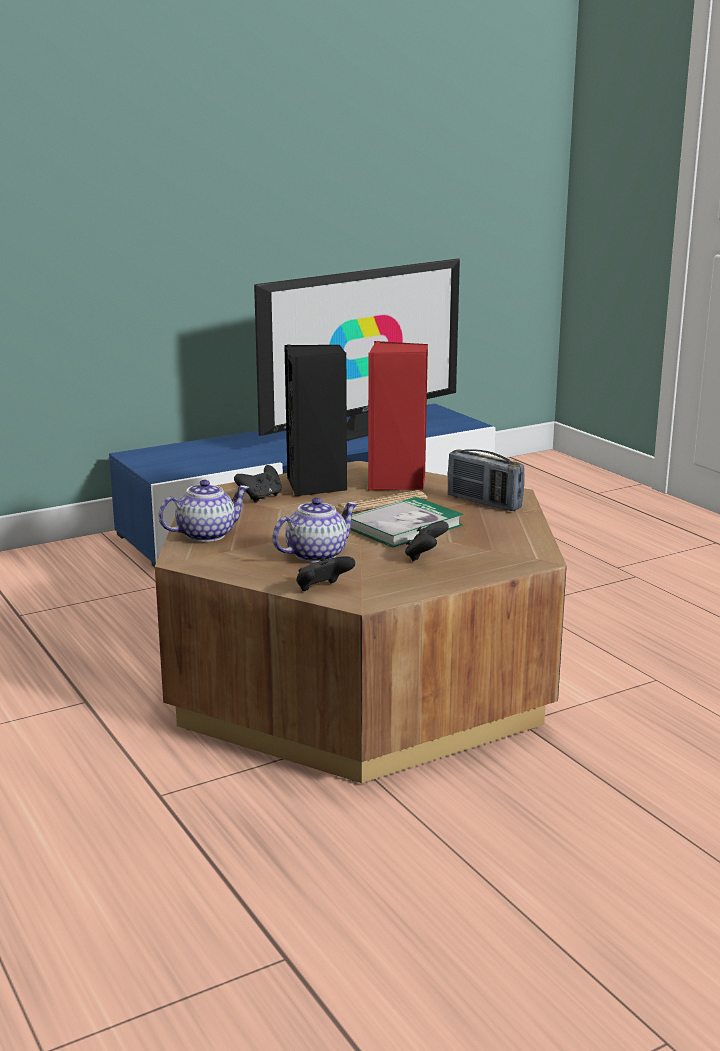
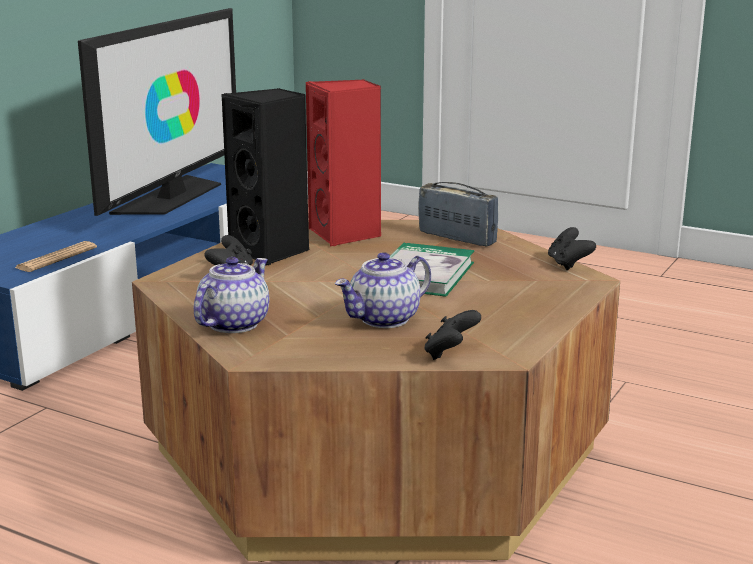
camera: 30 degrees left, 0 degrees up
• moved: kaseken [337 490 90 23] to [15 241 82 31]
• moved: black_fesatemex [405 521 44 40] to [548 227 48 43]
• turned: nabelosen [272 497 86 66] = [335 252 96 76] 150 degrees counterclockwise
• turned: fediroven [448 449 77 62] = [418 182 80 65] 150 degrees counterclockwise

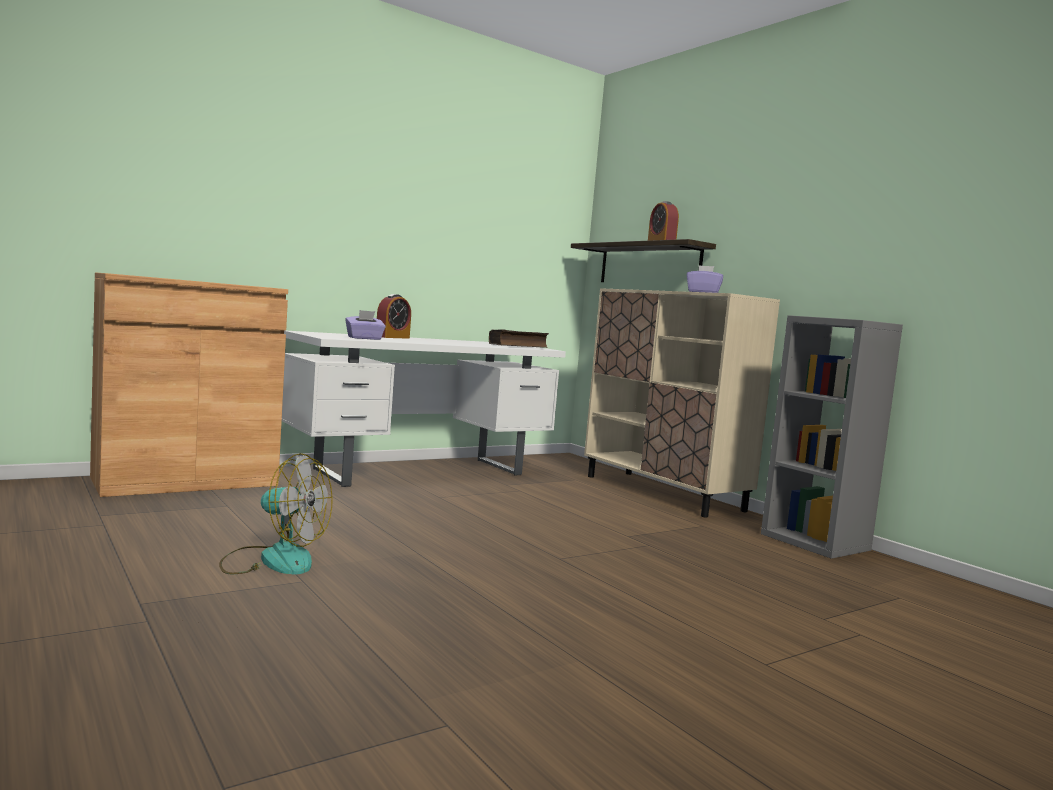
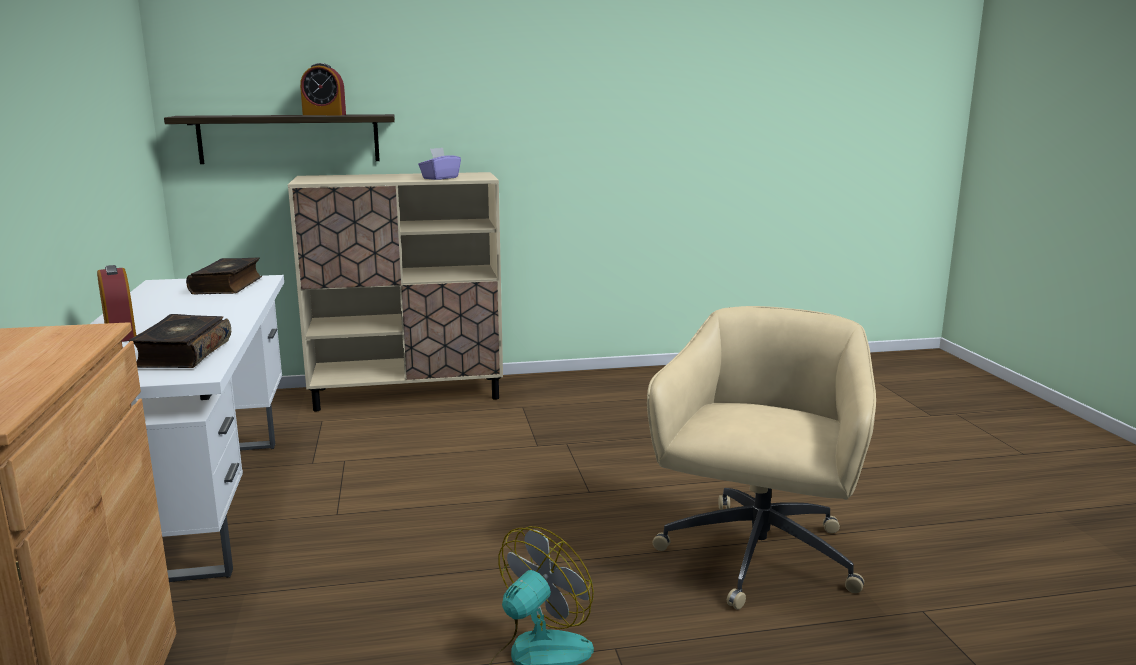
camera: 65 degrees left, 10 degrees up
• removed: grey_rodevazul [761 315 142 244]
• added: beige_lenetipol [647 306 229 304]
• replaced: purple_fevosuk [345 310 41 30] to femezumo [129 314 102 54]

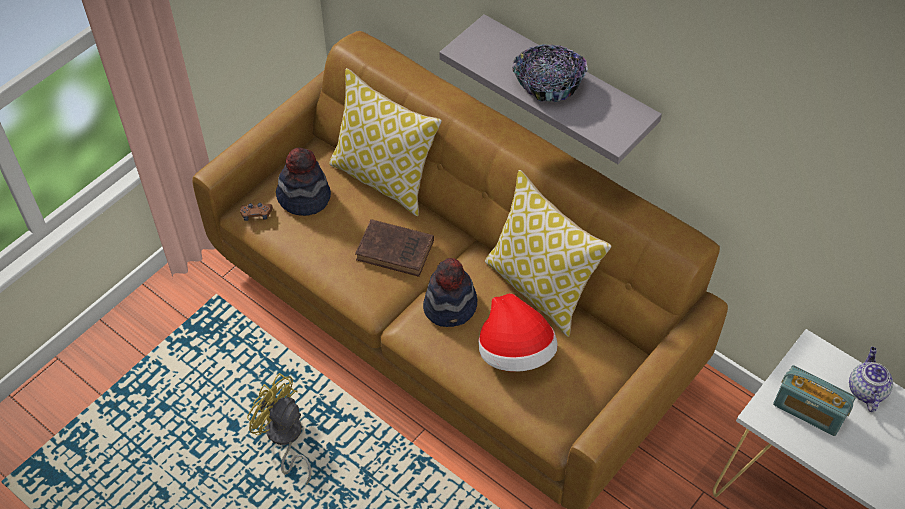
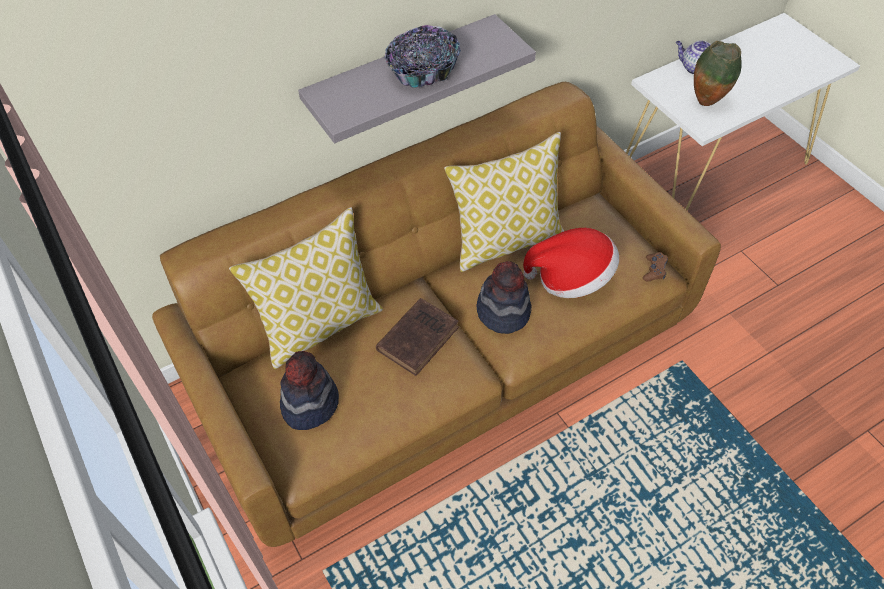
camera: 70 degrees left, 0 degrees up
• removed: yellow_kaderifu [247 373 64 112]
• moved: brown_fesatemex [240 203 33 18] to [643 252 25 30]
• replaced: fediroven [773 365 83 71] to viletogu [694 41 48 65]

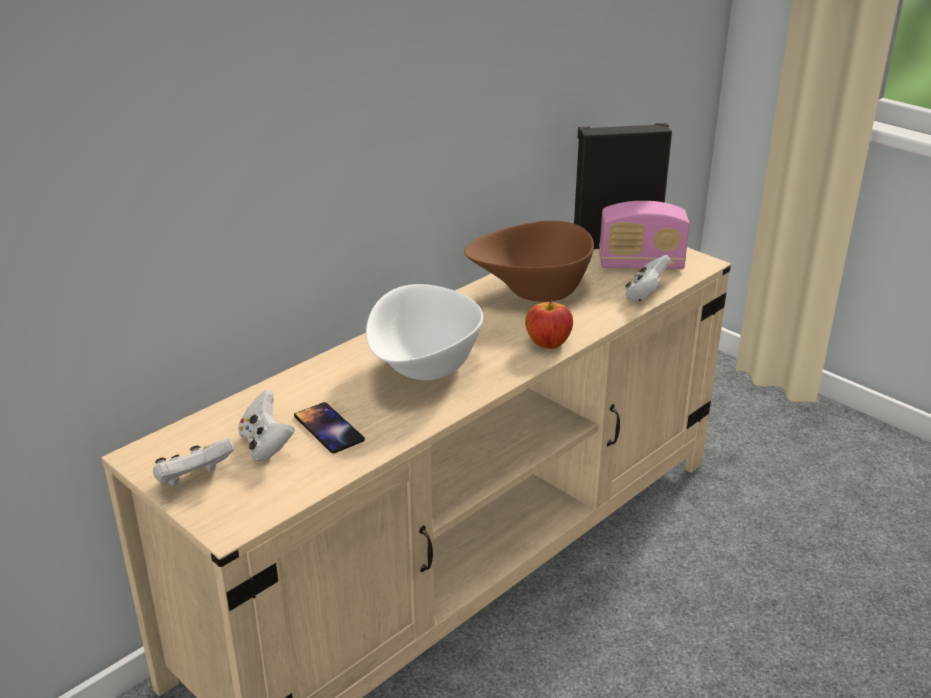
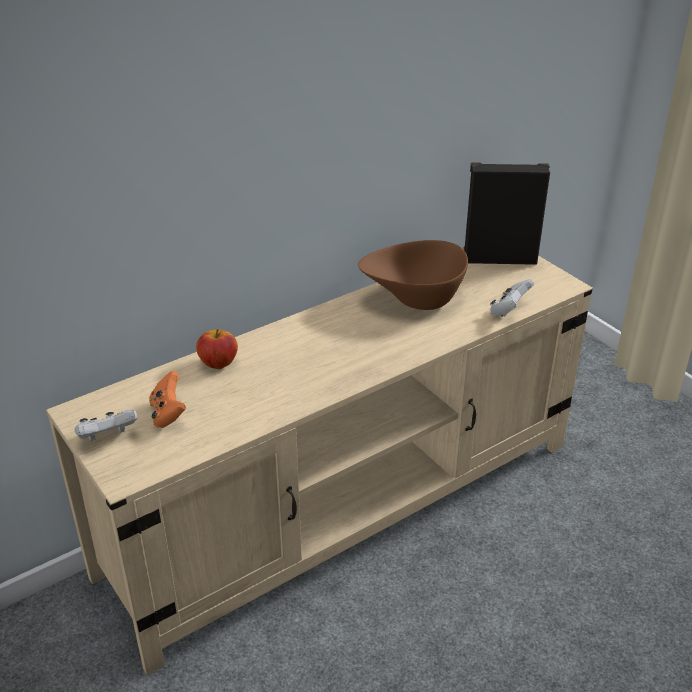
camera: 10 degrees right, 5 degrees up
• removed: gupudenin [294 402 71 51]
• removed: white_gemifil [366 284 117 96]
• removed: fediroven [599 201 91 68]
• moved: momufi [525 299 48 50] to [196 329 42 40]
• recoloured: white_fesatemex [238 390 57 72] to orange_fesatemex [149 371 37 57]

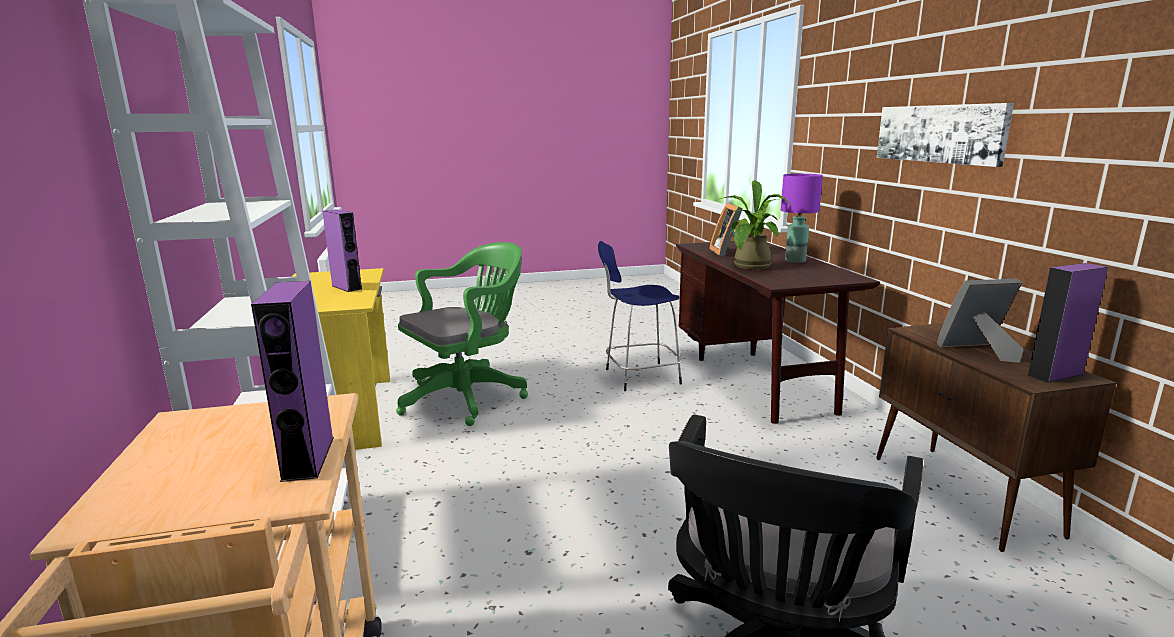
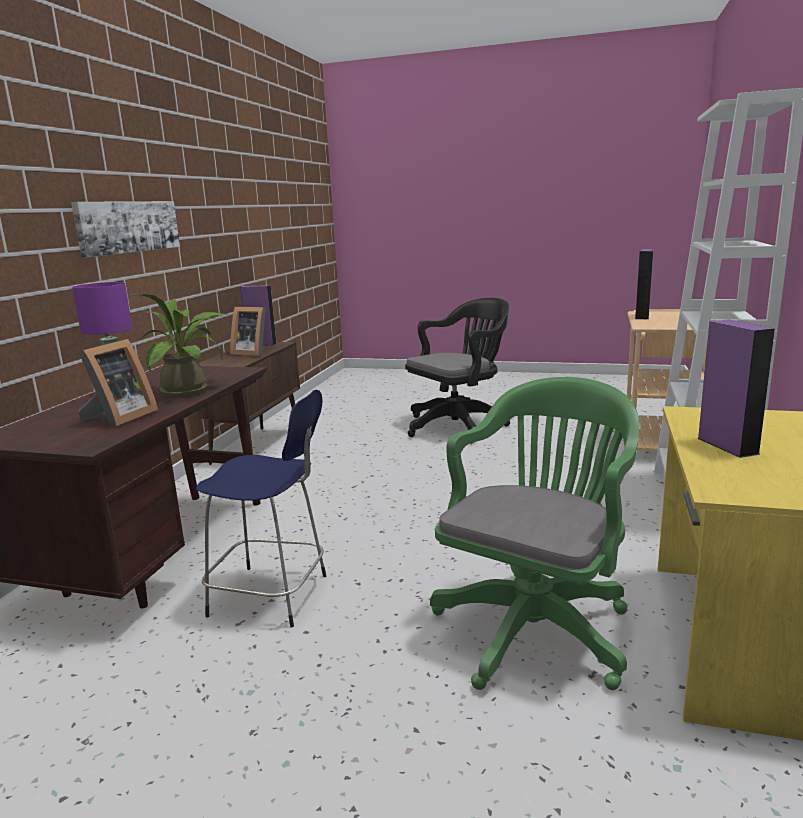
camera: 150 degrees left, 0 degrees up
• turned: green_lenetipol [396 242 132 184] = [430 377 209 313] 135 degrees clockwise

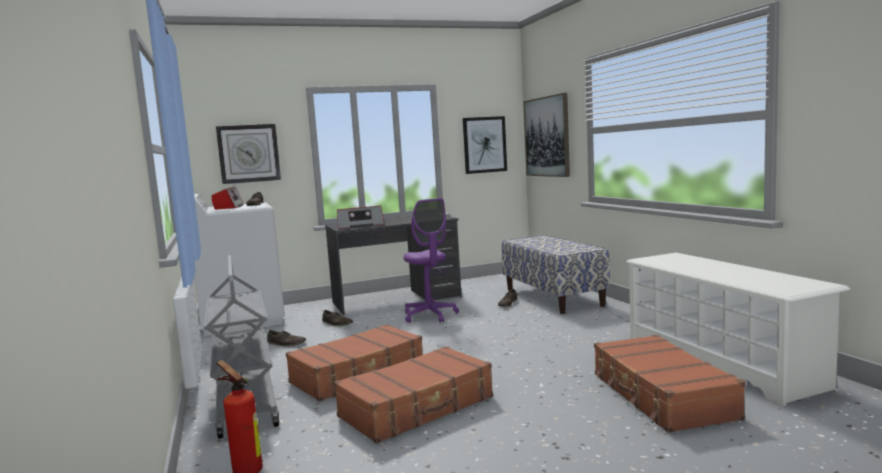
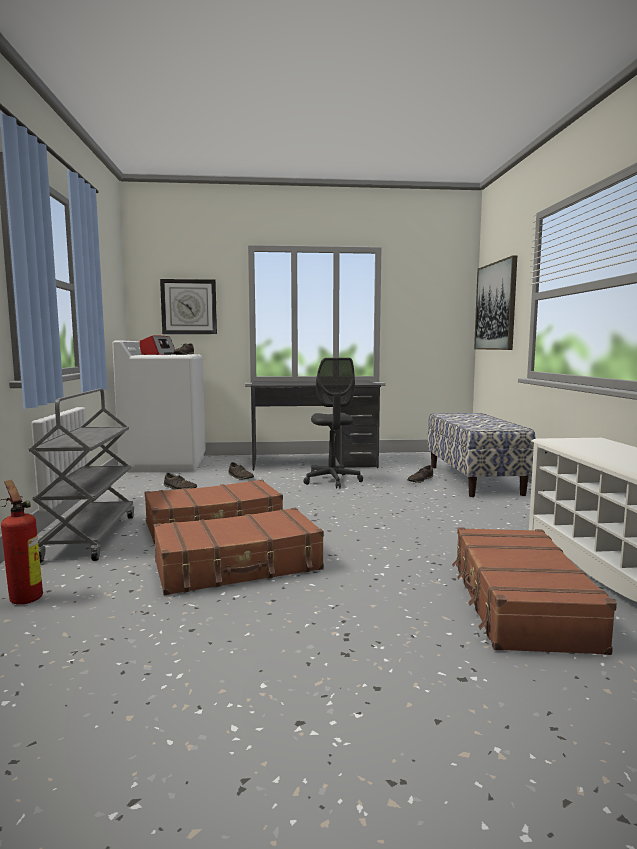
camera: 15 degrees right, 0 degrees up
• removed: fediroven [337 206 47 23]
• removed: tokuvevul [463 116 44 58]
• recoloured: purple_lenetipol [404 198 55 125] to grey_lenetipol [304 358 59 131]

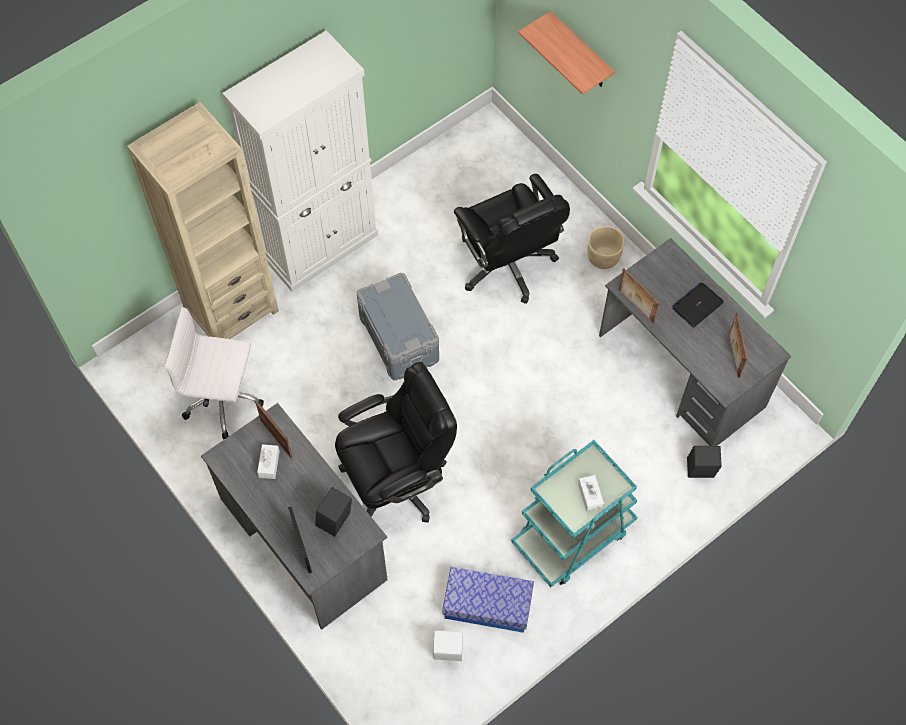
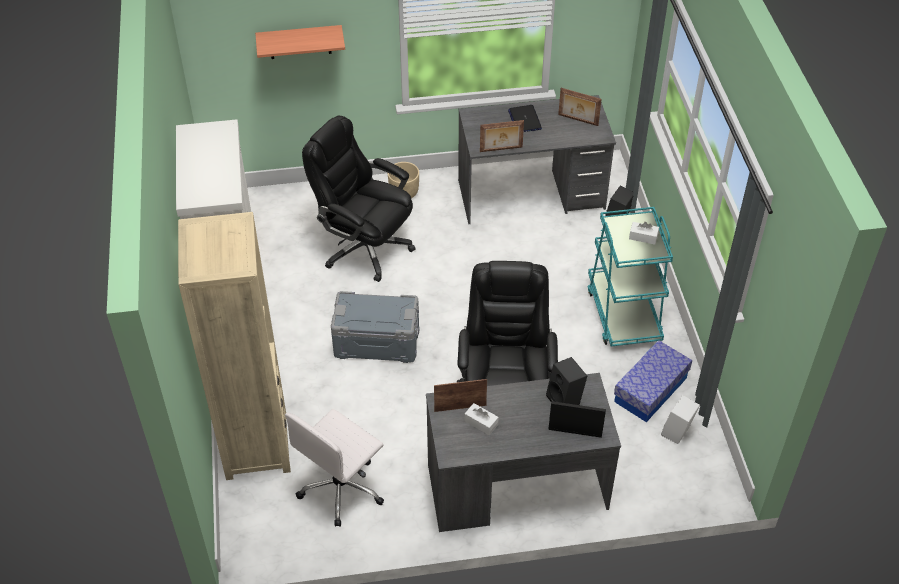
camera: 60 degrees left, 15 degrees down
• turned: black_lenetipol [454 174 116 130] = [302 115 114 167] 150 degrees counterclockwise

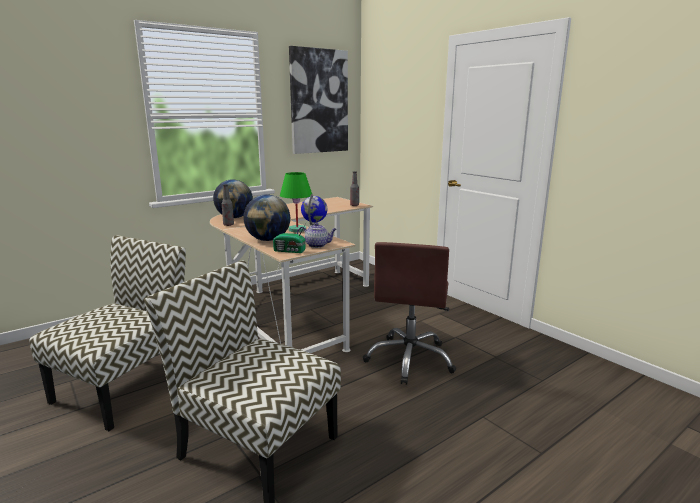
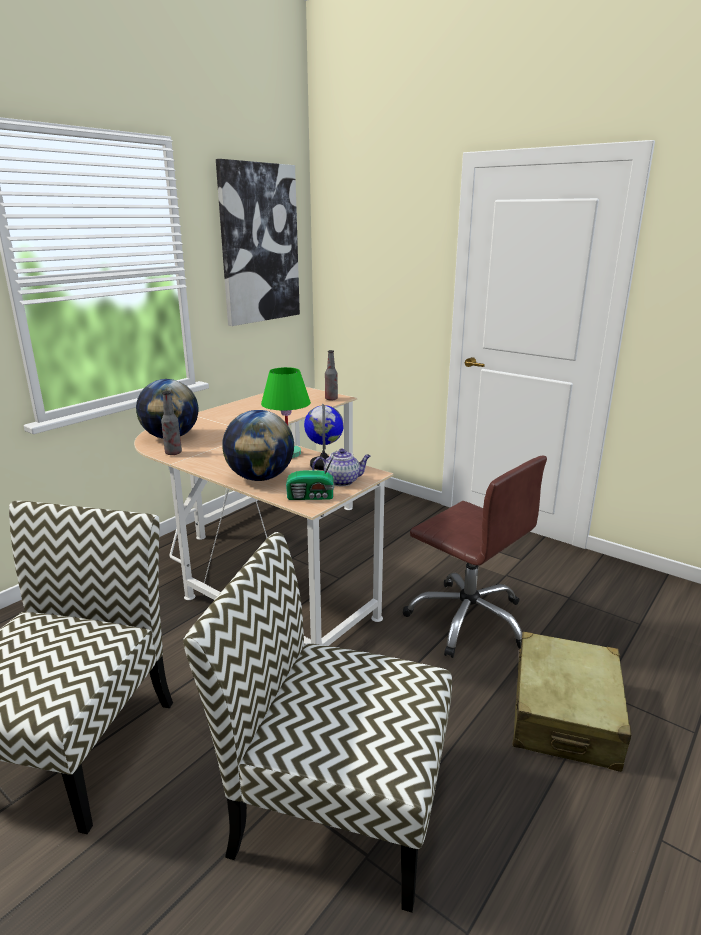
camera: 15 degrees left, 5 degrees up
• added: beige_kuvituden [512 632 120 140]
• turned: brown_lenetipol [363 242 93 143] = [403 455 144 203] 45 degrees counterclockwise

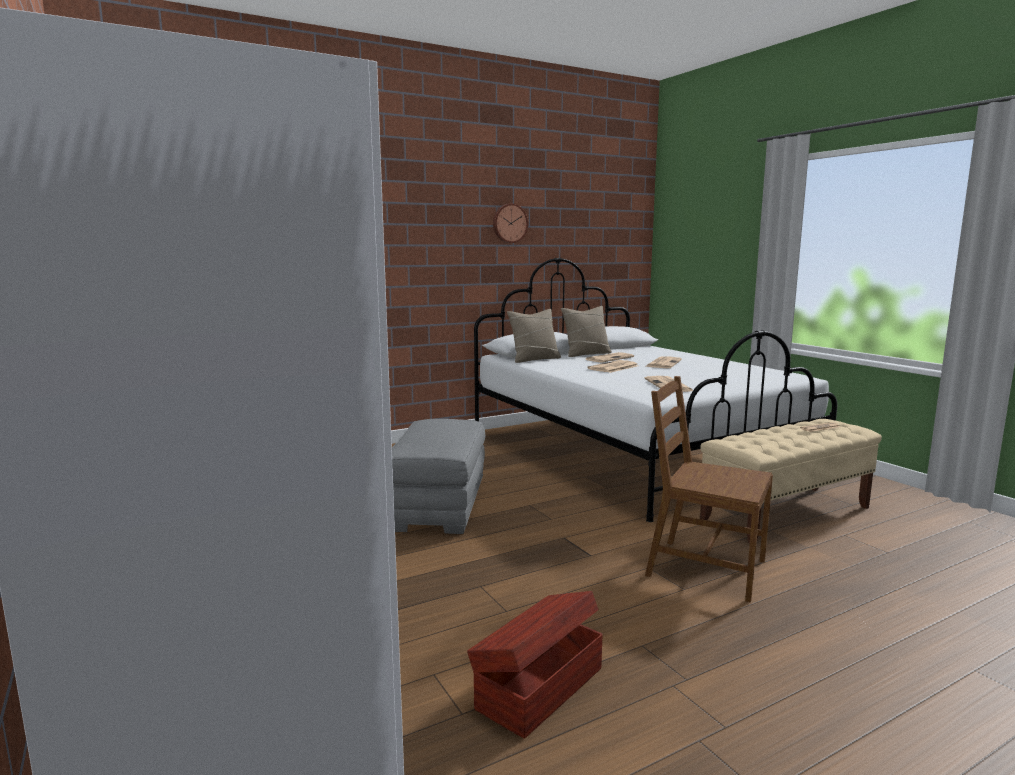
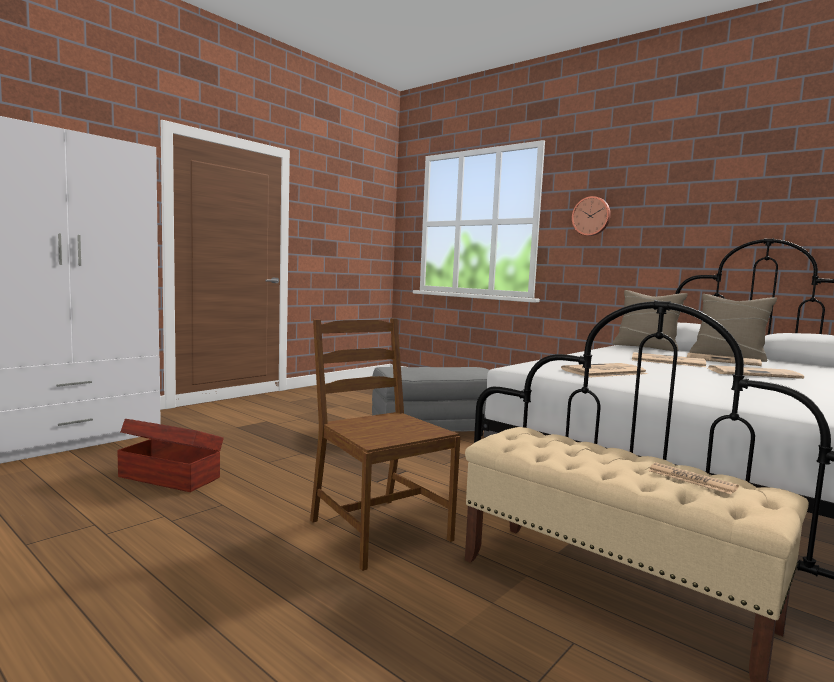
camera: 70 degrees right, 5 degrees down
• moved: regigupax [493 204 35 39] to [572 196 39 40]
• turned: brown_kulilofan [645 376 128 227] = [310 318 150 253] 45 degrees counterclockwise

